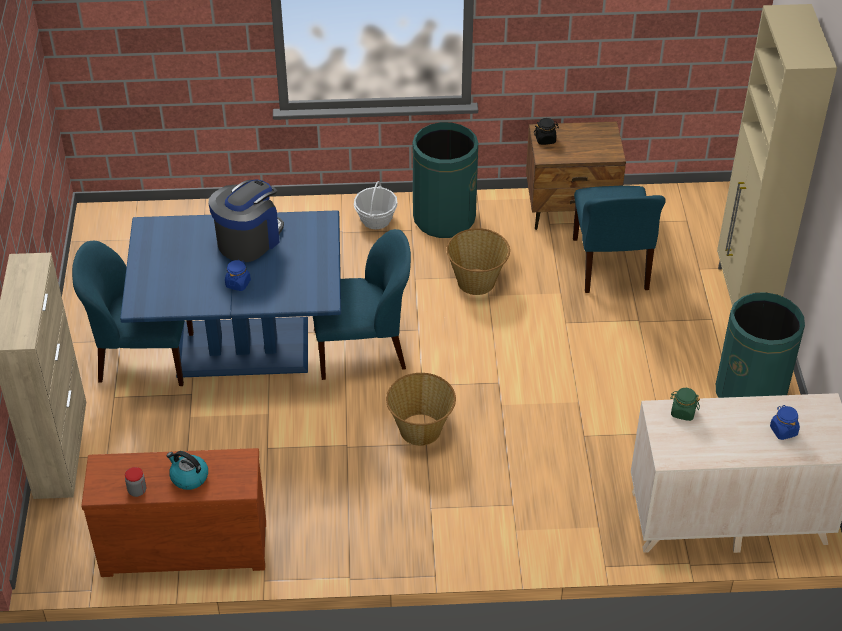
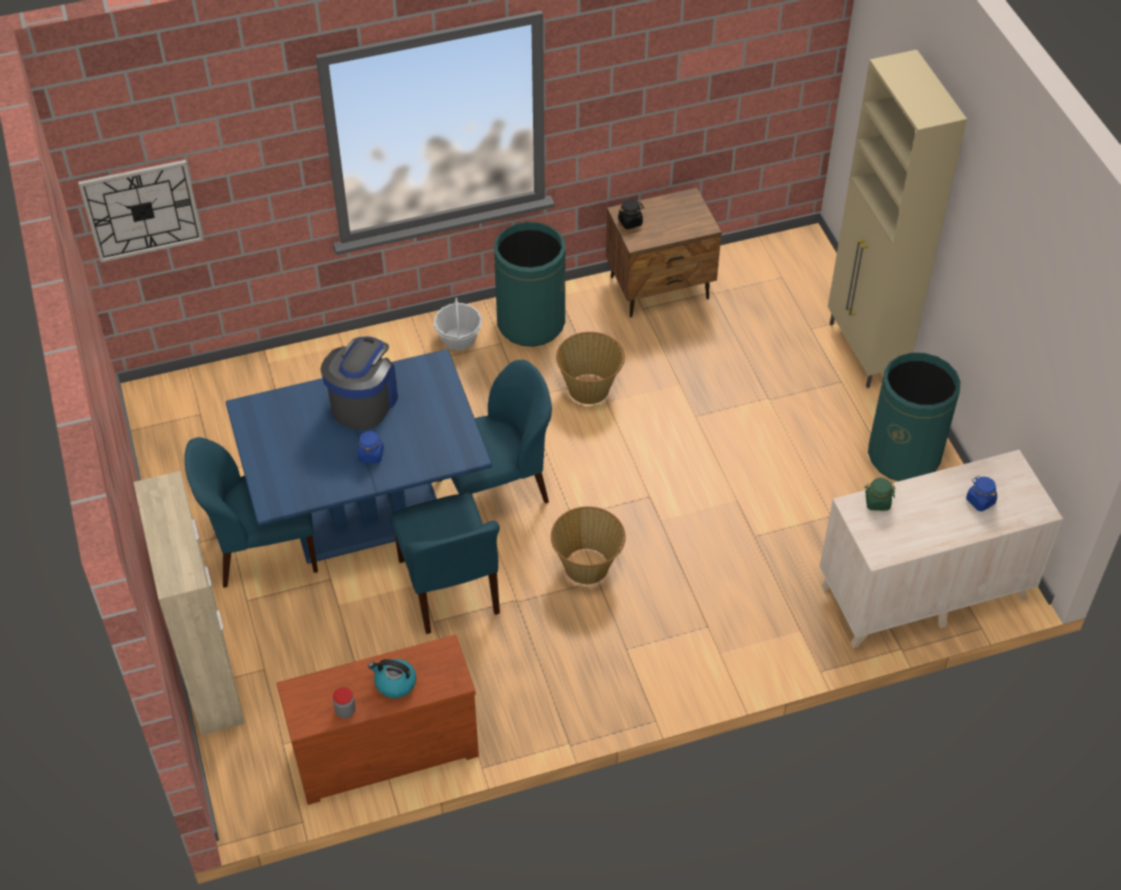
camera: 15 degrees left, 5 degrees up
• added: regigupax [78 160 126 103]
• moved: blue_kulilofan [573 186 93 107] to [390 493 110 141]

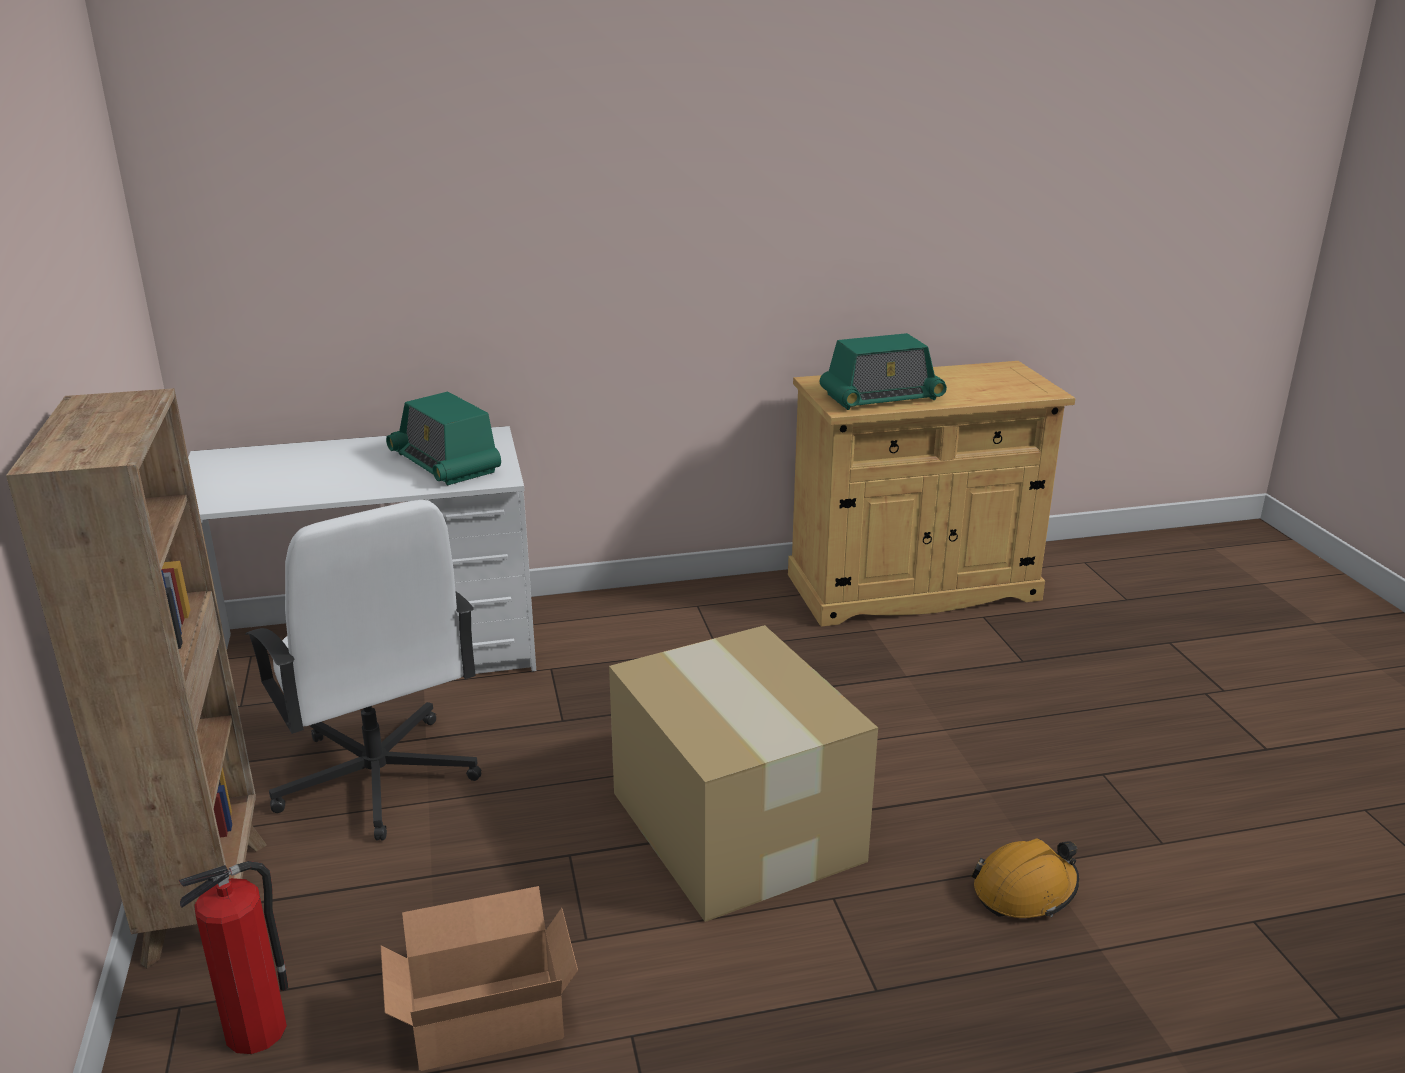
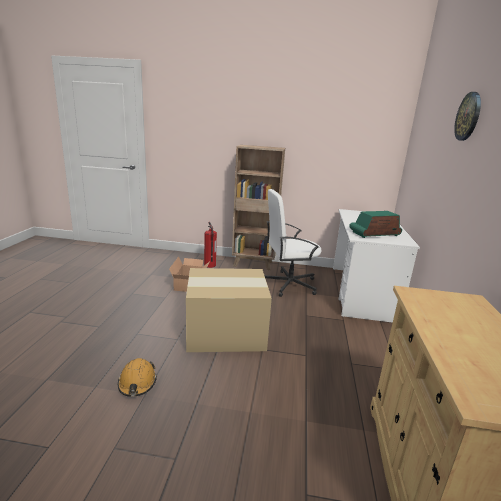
camera: 110 degrees right, 5 degrees down
• removed: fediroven [820 333 127 77]
• added: regigupax [454 92 27 49]

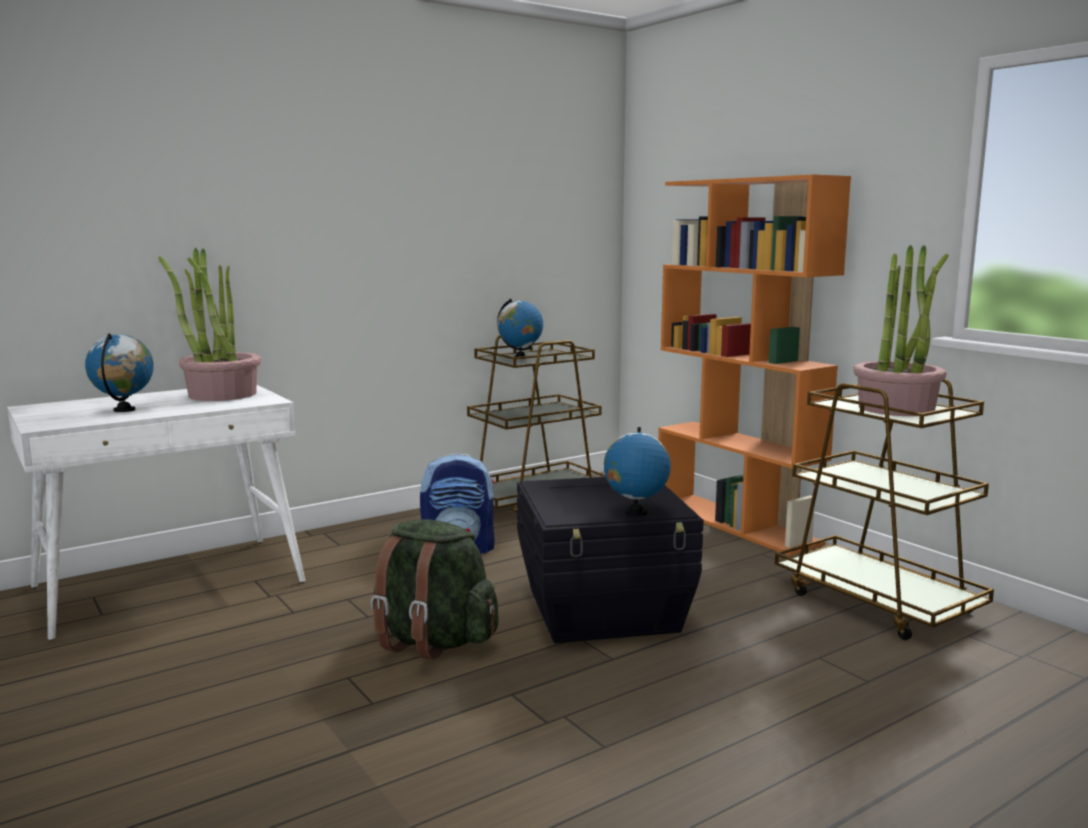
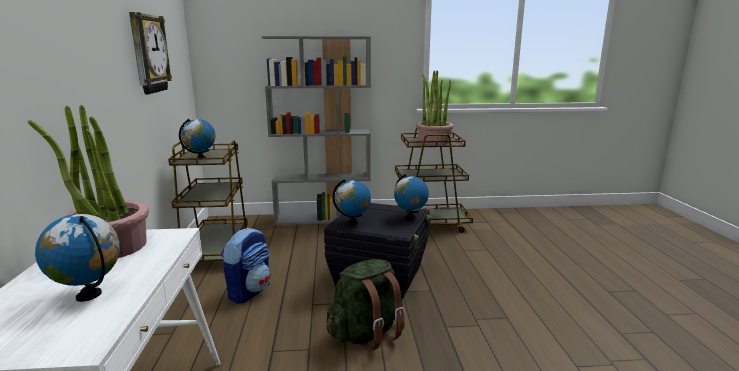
camera: 60 degrees left, 5 degrees up
• added: regigupax [129 12 43 83]
• added: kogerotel [333 179 38 46]
• recoloured: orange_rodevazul [658 174 193 382] to grey_rodevazul [262 36 109 189]

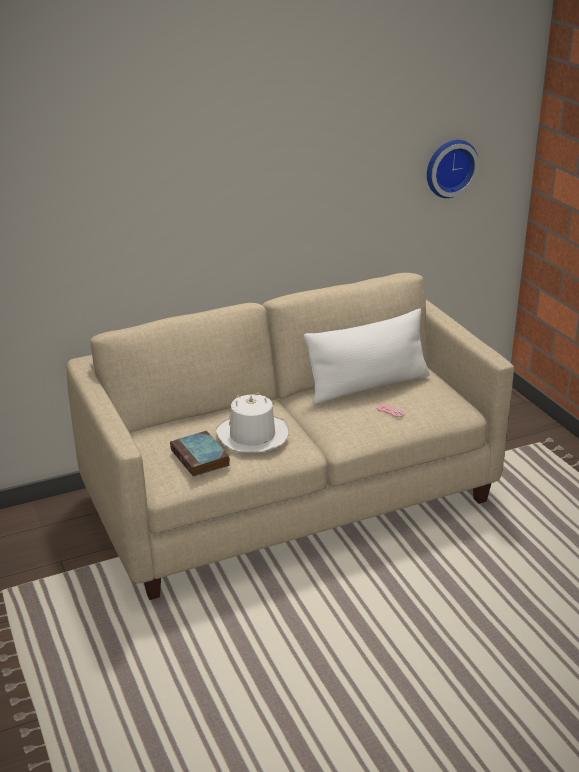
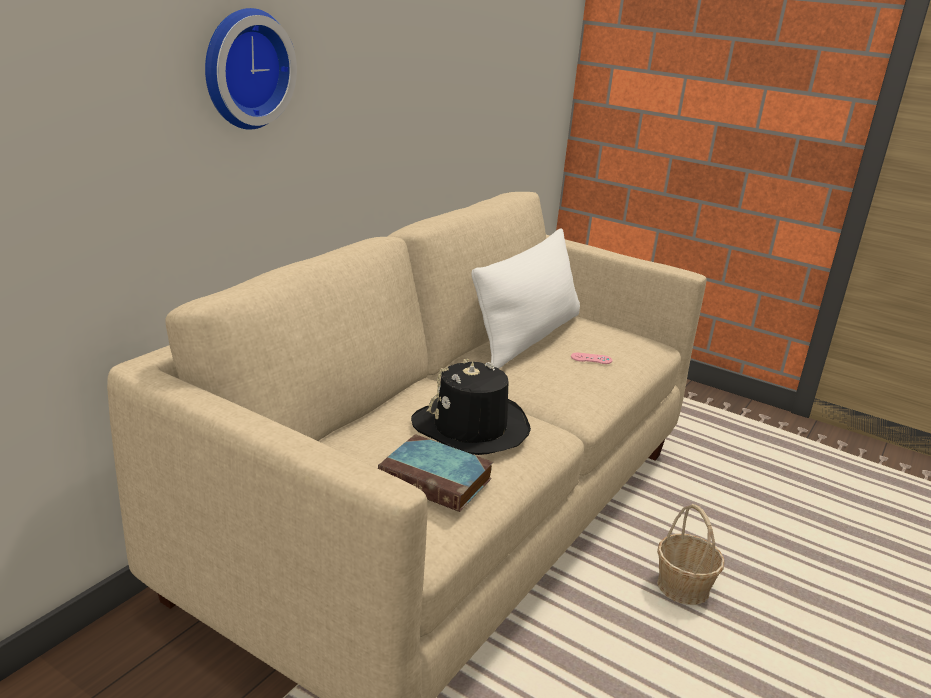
camera: 35 degrees left, 5 degrees down
• added: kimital [657 504 67 101]
• moved: regigupax [427 140 52 58] to [205 8 92 122]
• recoloured: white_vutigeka [216 393 73 59] to black_vutigeka [411 359 120 96]

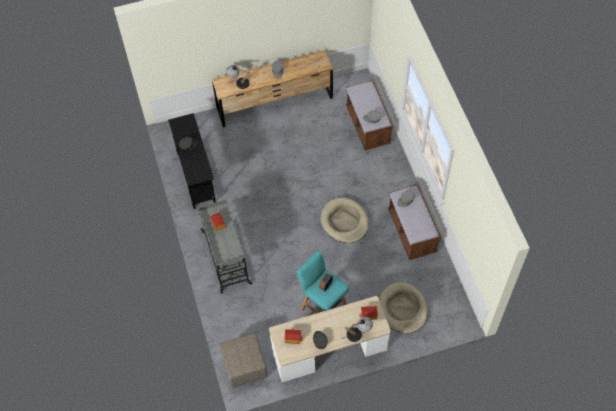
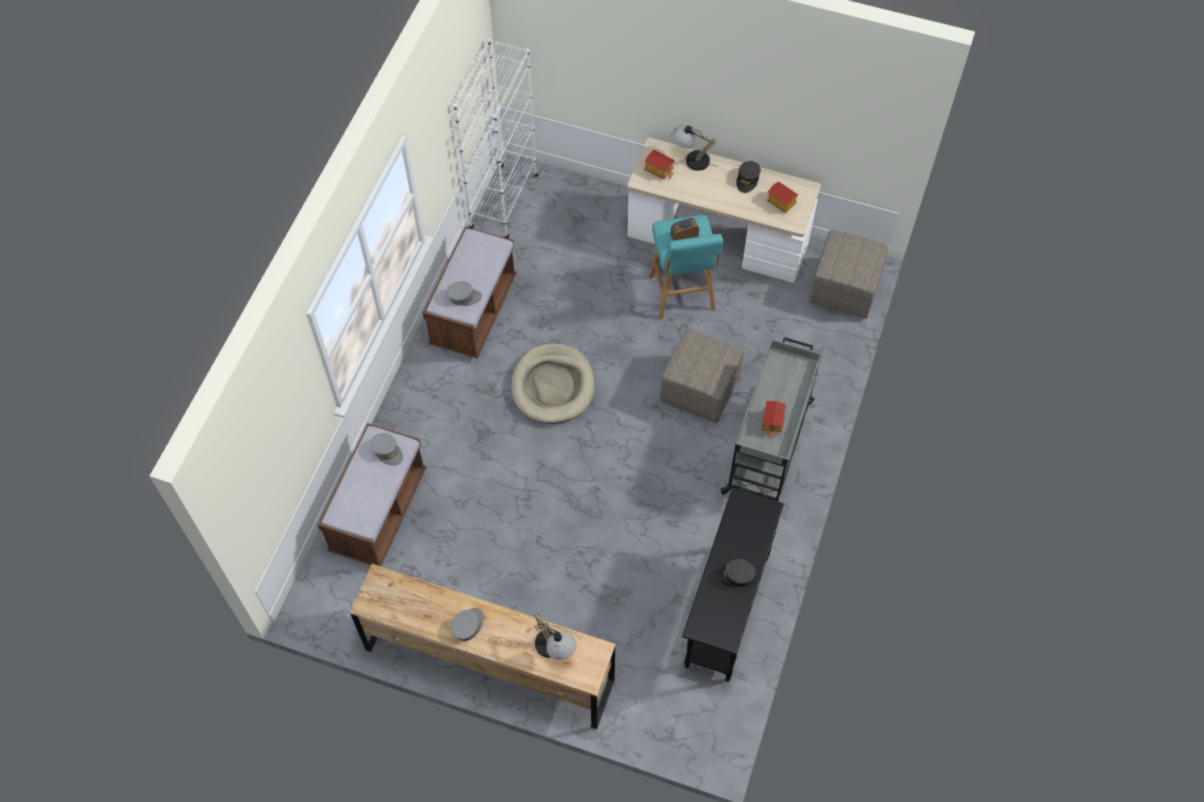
camera: 145 degrees left, 0 degrees up
• removed: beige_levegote [379 282 49 51]
• added: white_rodevazul [453 39 85 200]
• added: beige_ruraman [660 328 84 95]

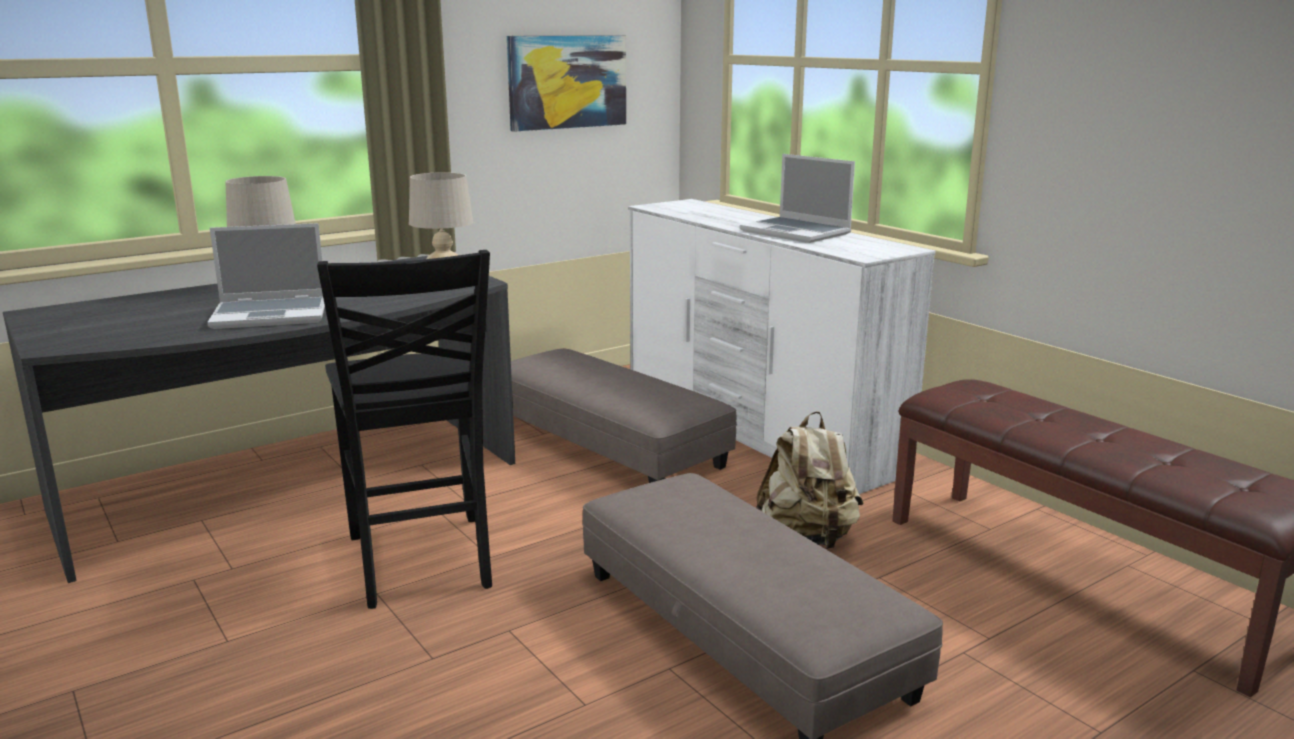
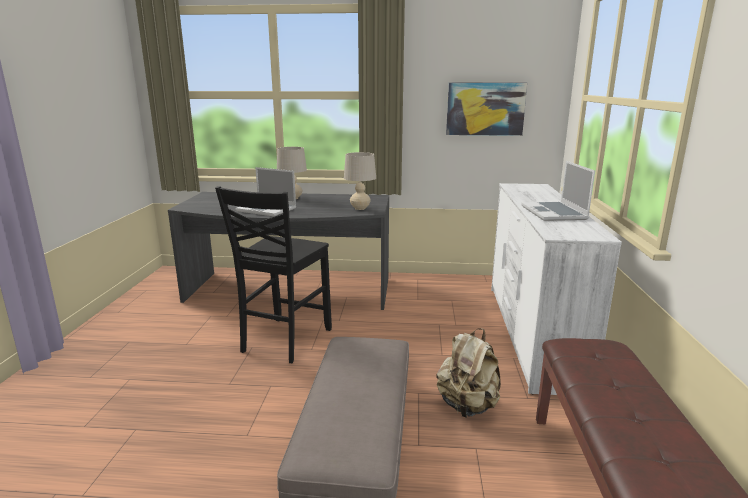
camera: 40 degrees right, 0 degrees up
• removed: grey_ruraman [511 348 226 135]

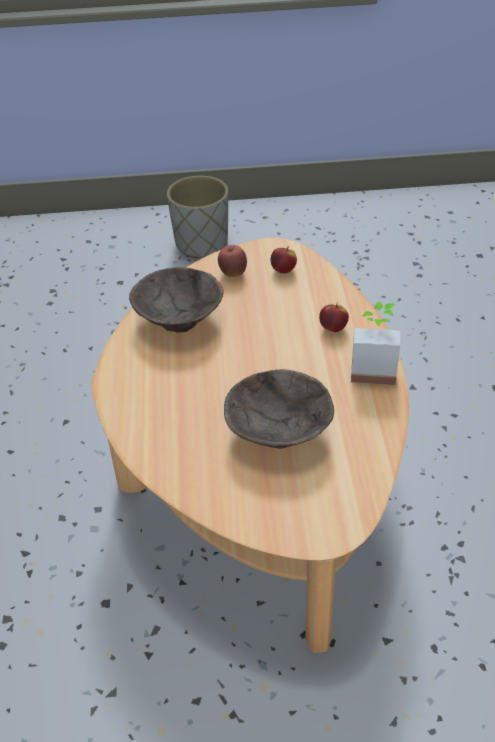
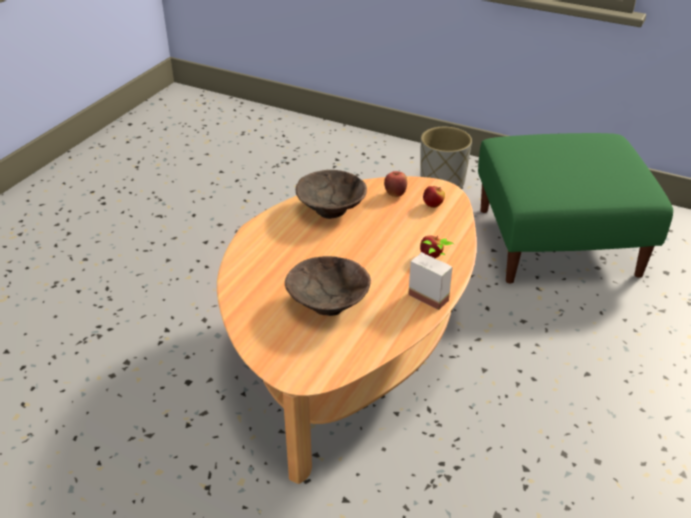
camera: 30 degrees right, 5 degrees down
• added: green_ruraman [478 133 195 150]

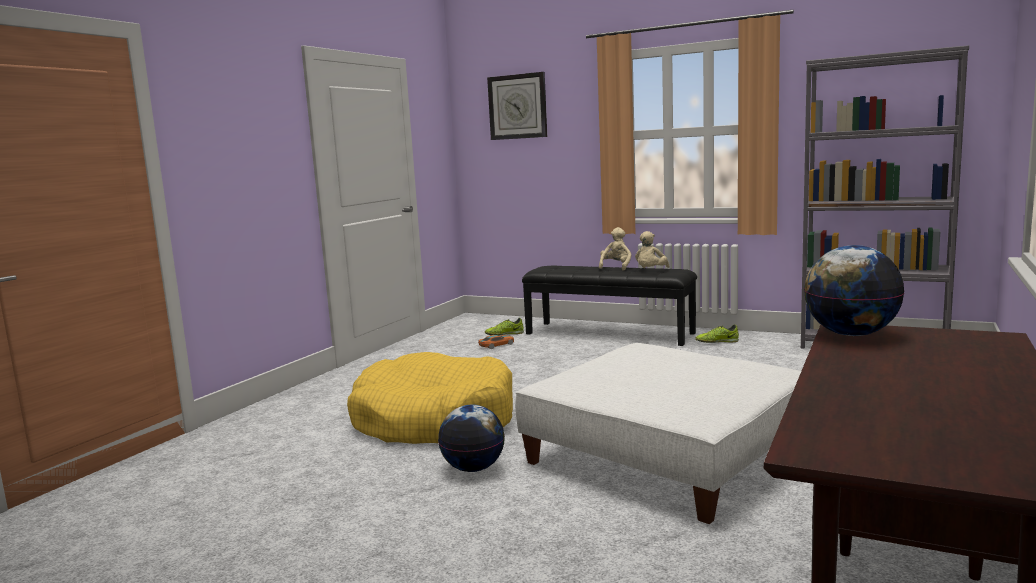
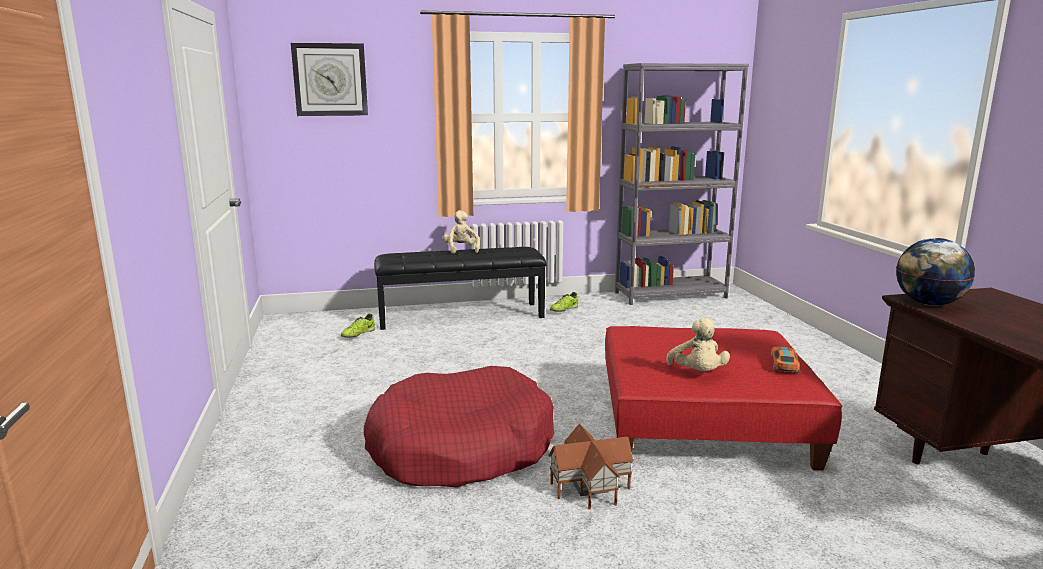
camera: 40 degrees left, 5 degrees up
• moved: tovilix [478 335 36 14] to [771 346 29 27]
• moved: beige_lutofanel [635 231 34 37] to [666 318 64 53]
• replaced: kogerotel [438 405 67 67] to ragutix [548 424 86 86]
• recoloured: yellow_levegote [347 352 166 92] to red_levegote [364 366 190 122]
• recoloured: white_ruraman [515 343 286 181] to red_ruraman [605 326 238 145]

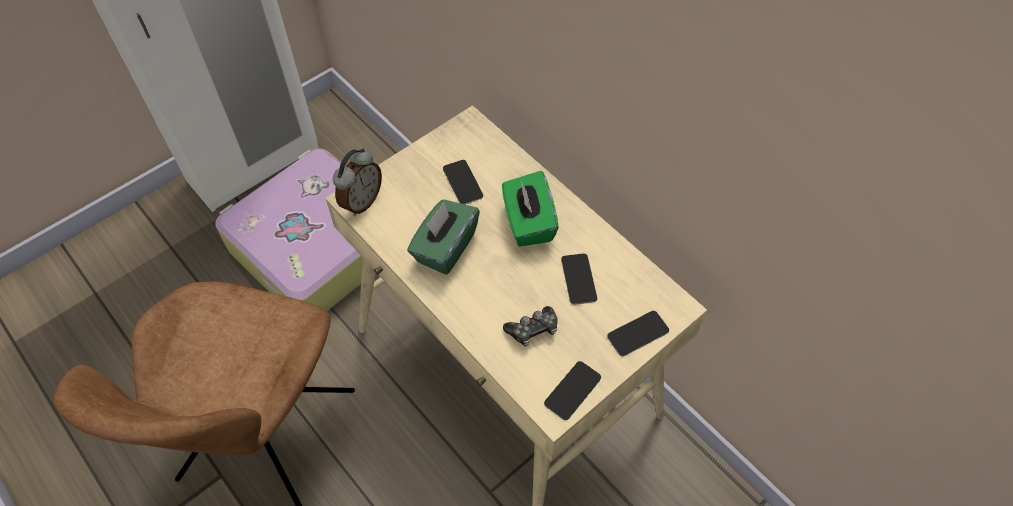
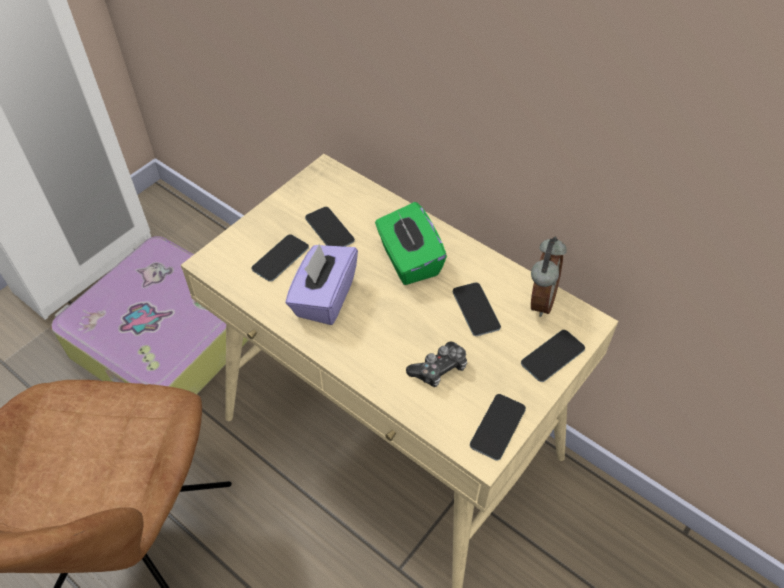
camera: 10 degrees left, 5 degrees down
• added: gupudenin [252 234 57 48]
• moved: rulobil [333 148 49 68] to [531 237 36 80]
• recoloured: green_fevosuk [407 199 73 76] to purple_fevosuk [286 244 72 81]

